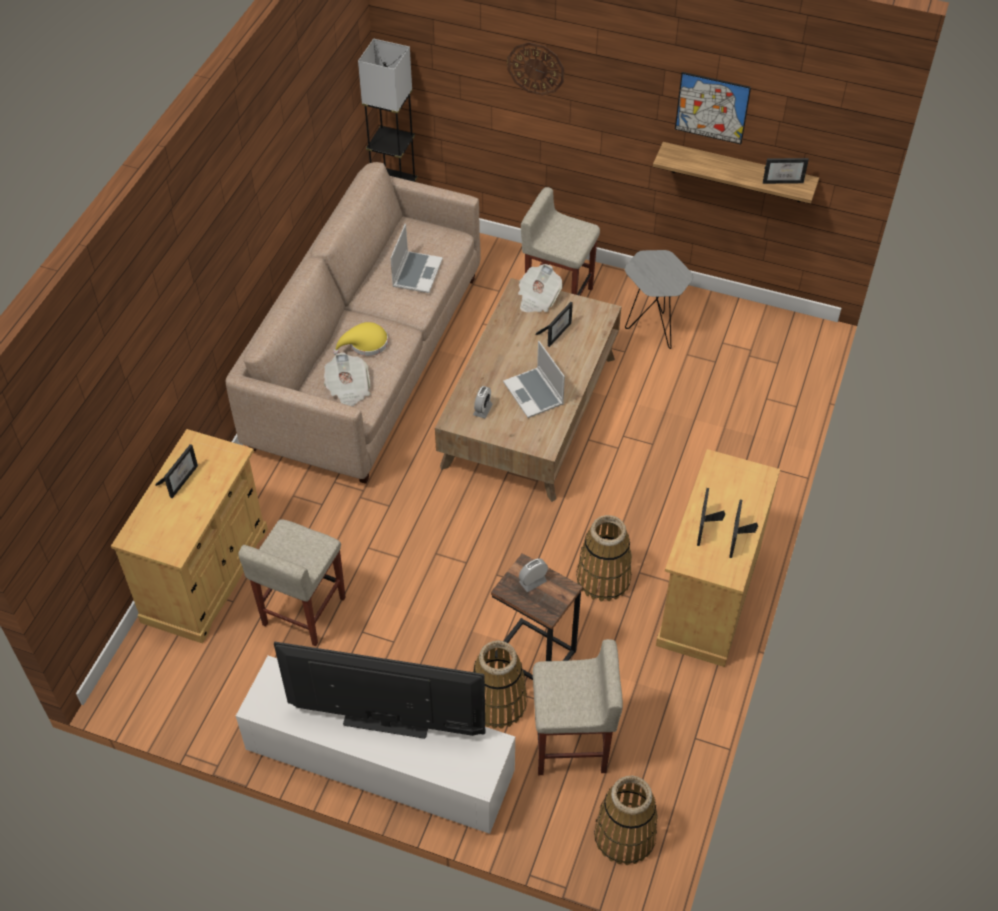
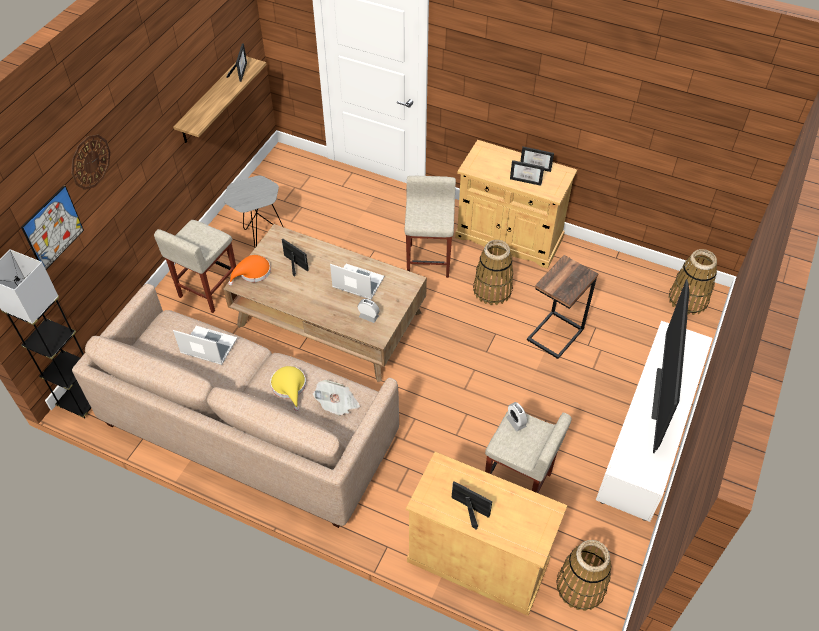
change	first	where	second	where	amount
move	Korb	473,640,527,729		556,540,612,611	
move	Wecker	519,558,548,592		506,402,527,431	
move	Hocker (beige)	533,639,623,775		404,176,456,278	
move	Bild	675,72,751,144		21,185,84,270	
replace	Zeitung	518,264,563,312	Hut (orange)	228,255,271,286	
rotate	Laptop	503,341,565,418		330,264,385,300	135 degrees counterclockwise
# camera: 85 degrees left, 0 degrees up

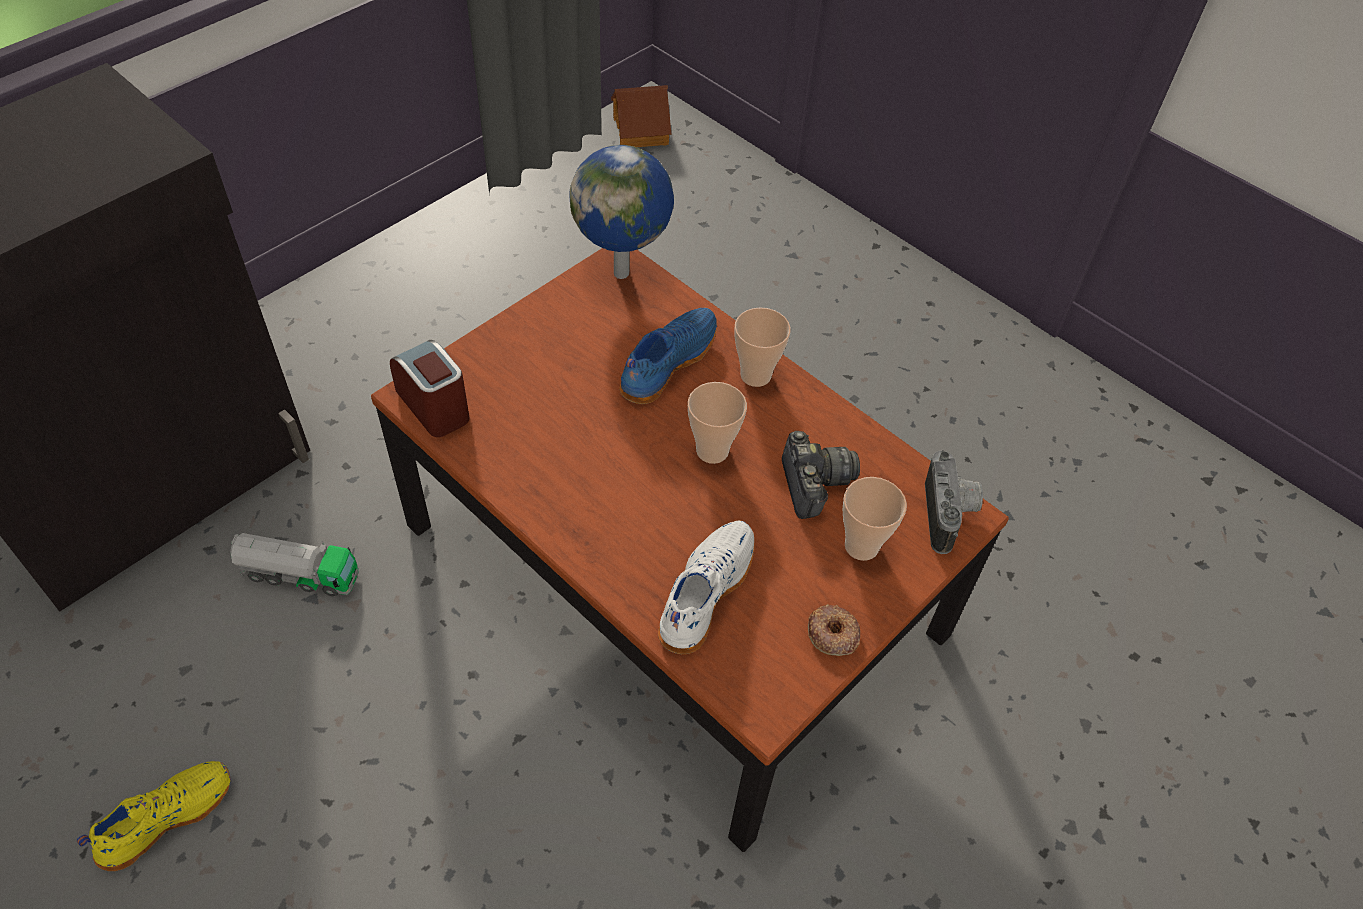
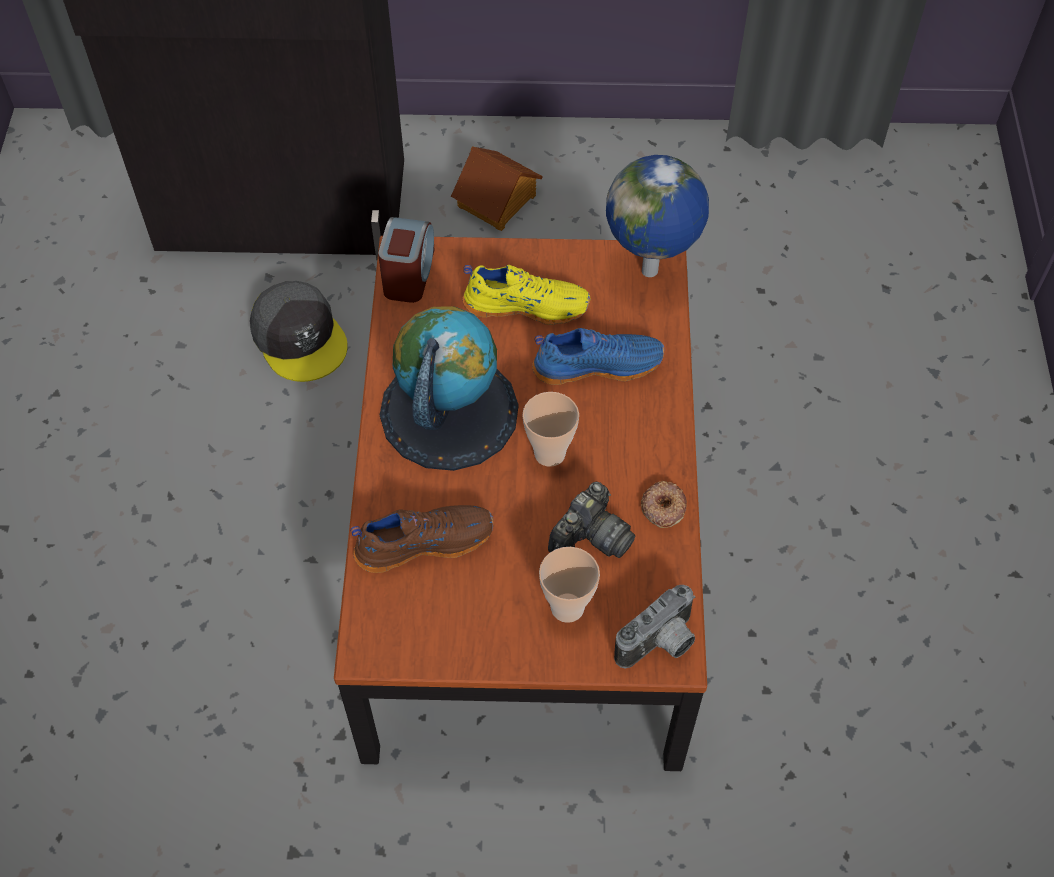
change	first	where	second	where	amount
delete	Tasse	735,307,791,387			
insert			Globus	380,306,518,471	
move	Schuh (gelb)	77,761,231,871		463,265,590,325	
move	Spielzeughaus	611,85,671,147		451,146,543,231	
move	Donut	808,604,860,656		641,481,687,528	
replace	Spielzeuglaster	230,533,359,596	Kappe (grau)	250,281,348,382	
recolor	Schuh (weiß)	658,520,754,654	Schuh (braun)	350,505,493,573	
# camera: 50 degrees right, 5 degrees up

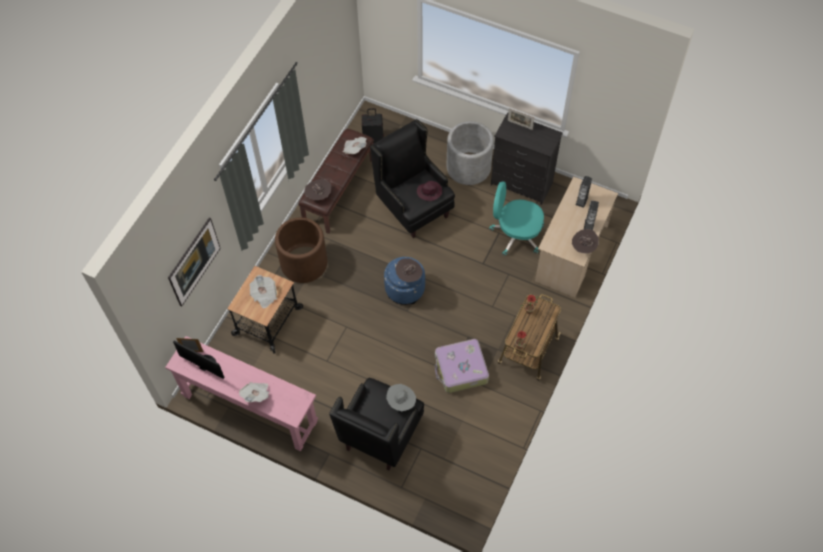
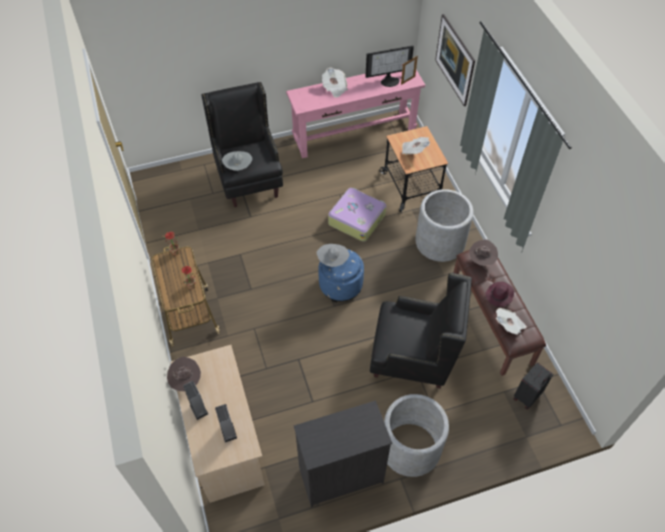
change	first	where	second	where	amount
delete	Bürostuhl (türkis)	489,181,544,256			
delete	Bilderrahmen	508,108,535,130			
move	Hut (lila)	417,181,442,201		485,282,514,307	
move	Koffer	435,339,489,393		328,188,386,242	
recolor	Pflanzkübel (braun)	275,218,327,283	Pflanzkübel (grau)	415,189,473,262	
recolor	Hut (braun)	395,258,423,282	Hut (grau)	317,244,349,267	
# camera: 135 degrees right, 5 degrees down

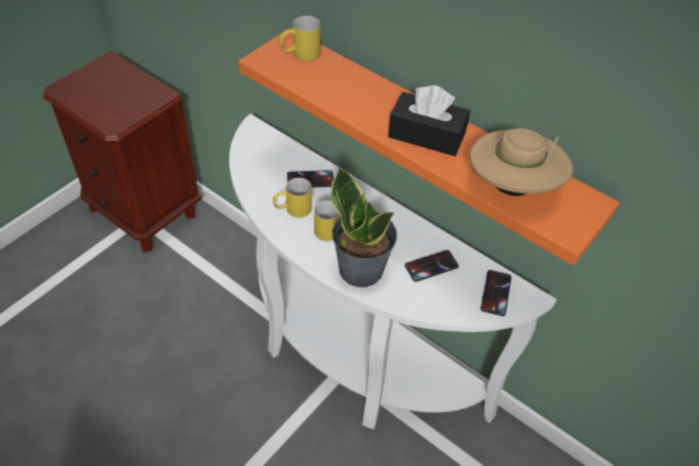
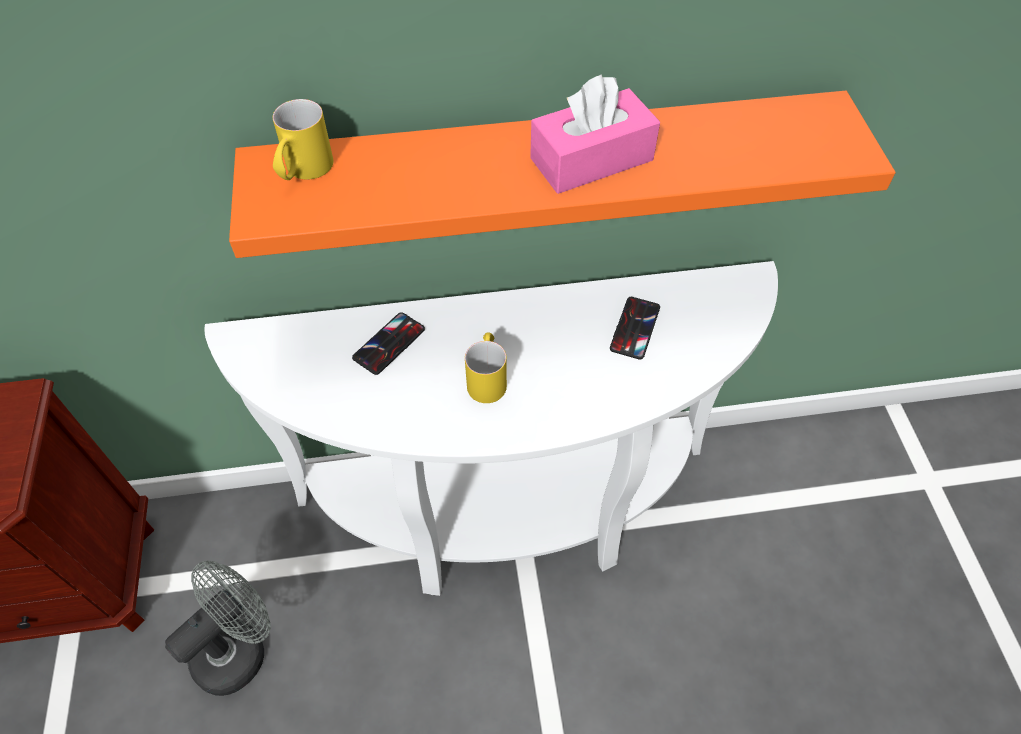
change	first	where	second	where	amount
delete	Henkelbecher (gelb)	273,178,312,218			
delete	Topfpflanze	331,167,397,287			
delete	Hut (beige)	470,128,573,196			
delete	Handy	481,270,512,316			
insert			Ventilator (grau)	165,560,270,696	
recolor	Taschentuchbox (schwarz)	388,85,470,156	Taschentuchbox (rosa)	530,75,660,194	
# camera: 45 degrees left, 5 degrees up

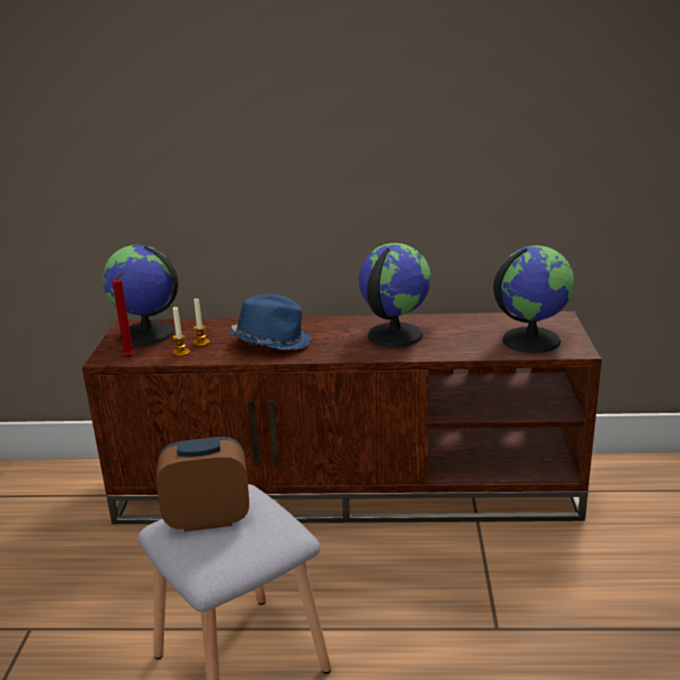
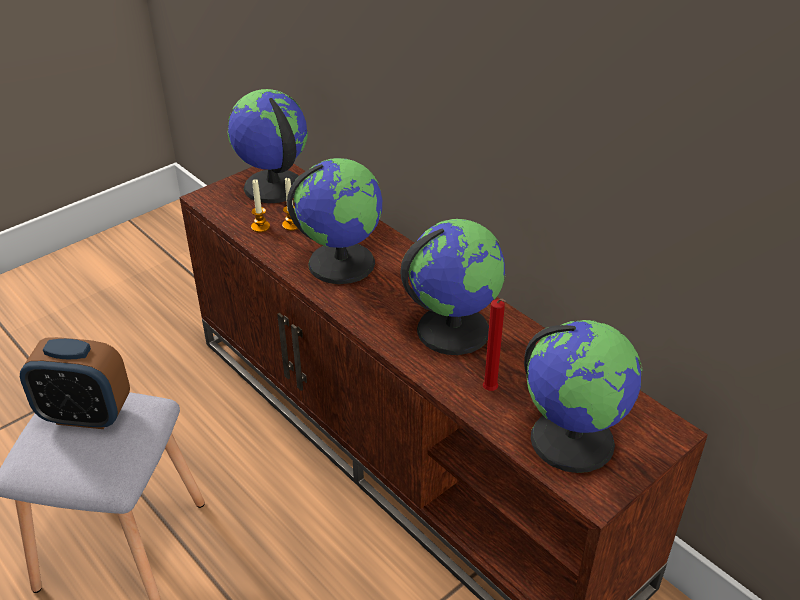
change	first	where	second	where	amount
move	Kerze (rot)	112,272,134,357		483,299,506,391	
replace	Hut (blau)	229,294,312,350	Globus	287,158,382,284	
rotate	Wecker	156,437,249,532		20,337,130,429	150 degrees clockwise
# camera: 45 degrees right, 15 degrees up

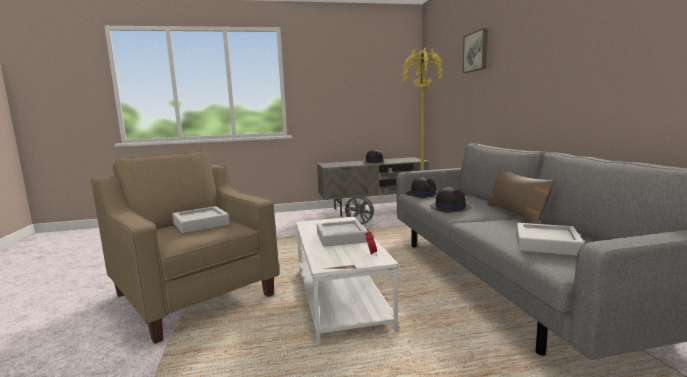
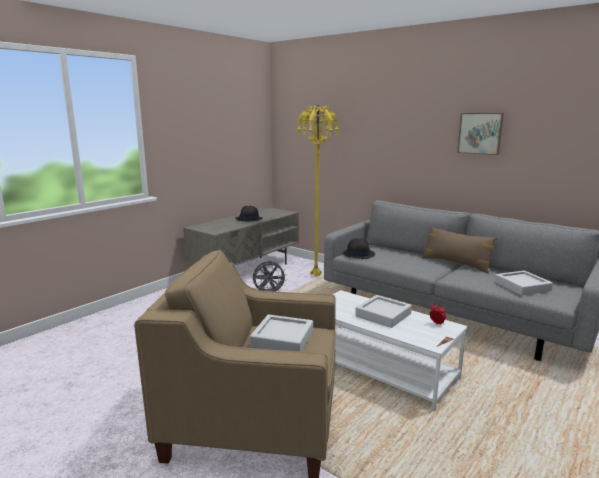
change	first	where	second	where	amount
delete	Hut (schwarz)	430,187,472,213			
move	Bild	463,28,488,73		457,113,504,155	
# camera: 40 degrees left, 5 degrees up

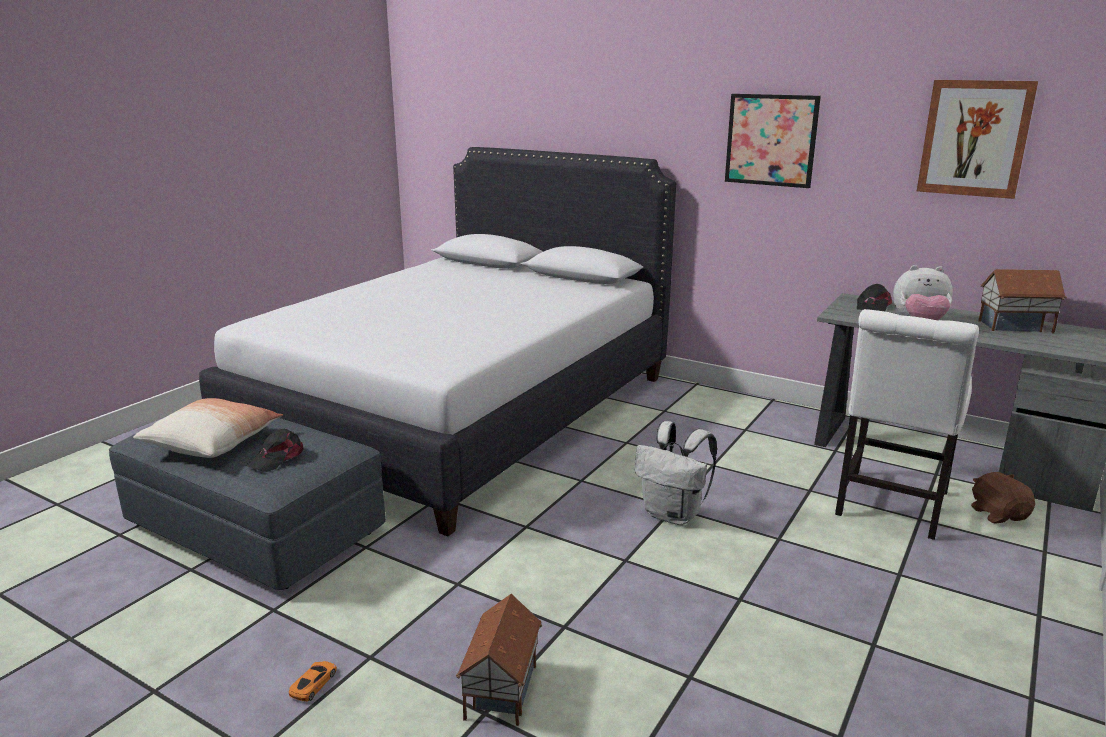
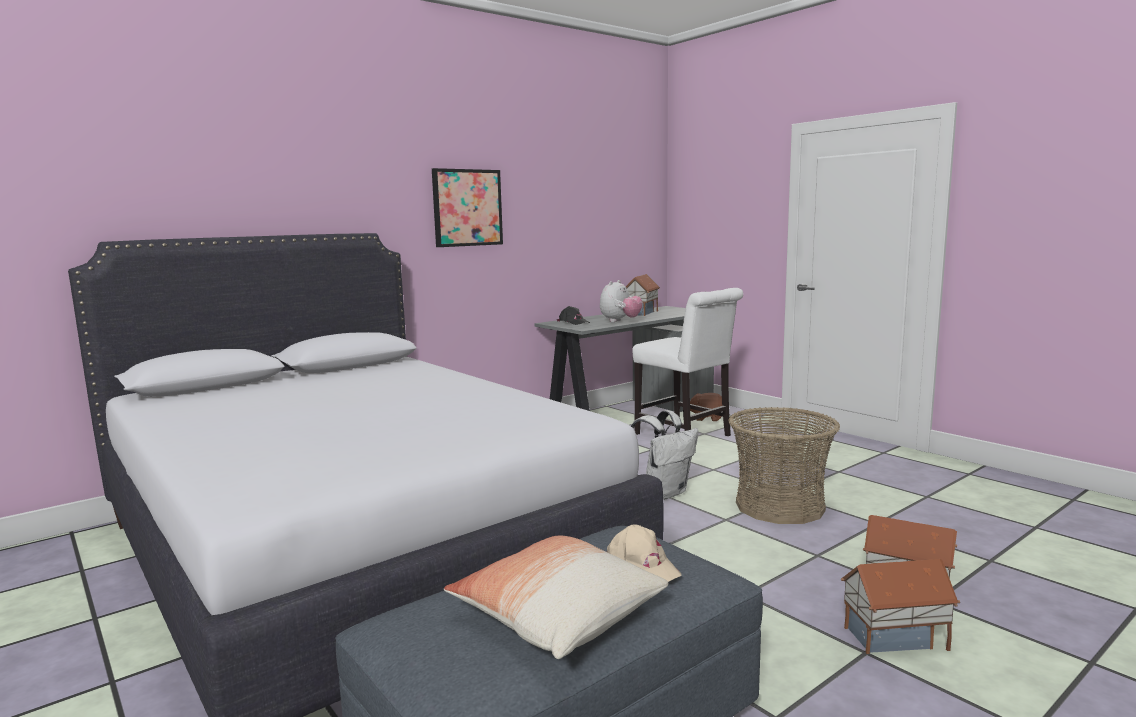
change	first	where	second	where	amount
delete	Spielzeugauto (orange)	289,661,337,702			
delete	Bild	917,80,1038,199			
insert			Korb	728,407,840,524	
insert			Spielzeughaus	841,559,960,654	
recolor	Kappe (schwarz)	246,429,304,472	Kappe (beige)	607,524,682,582	
# camera: 70 degrees left, 10 degrees down

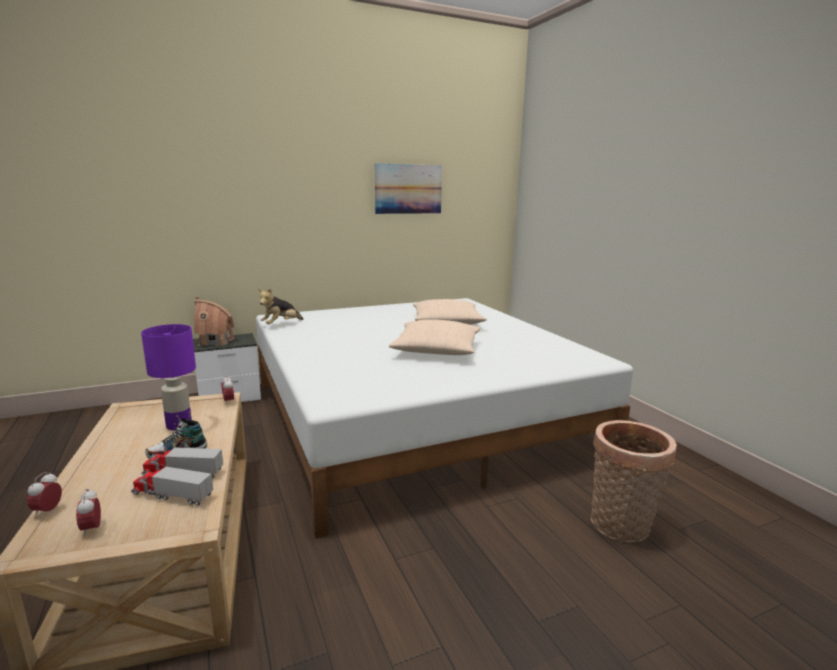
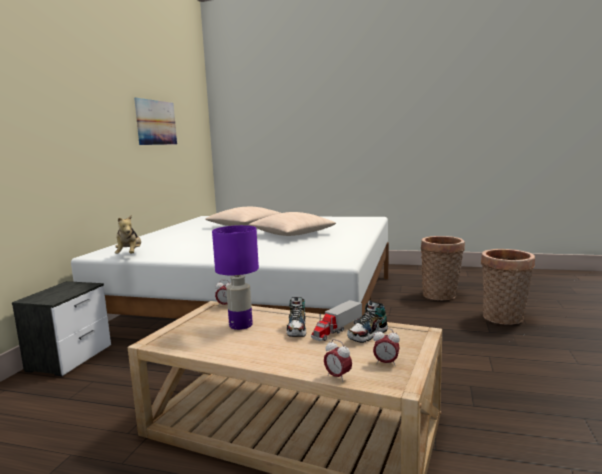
change	first	where	second	where	amount
delete	Spielzeughaus	194,296,234,346			
insert			Korb	481,249,535,325	
replace	Spielzeuglaster	131,465,213,506	Schuh	347,301,388,343	
# camera: 50 degrees left, 5 degrees down

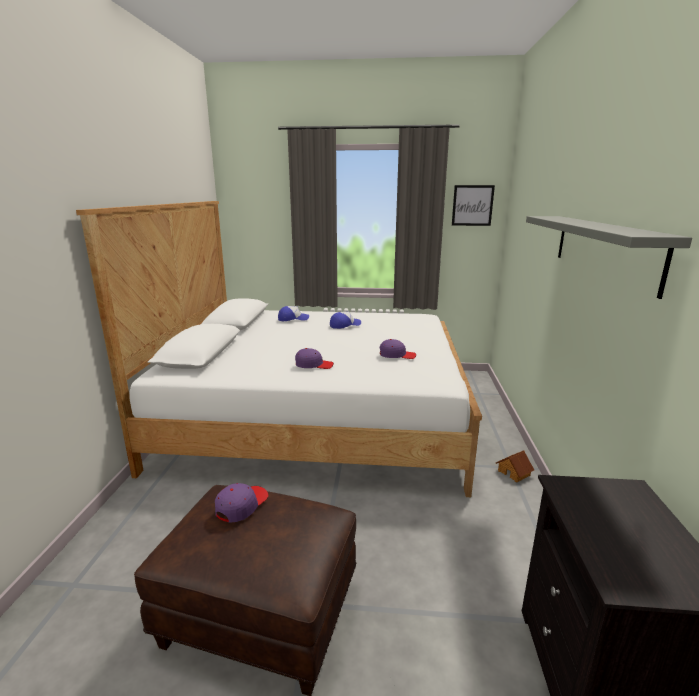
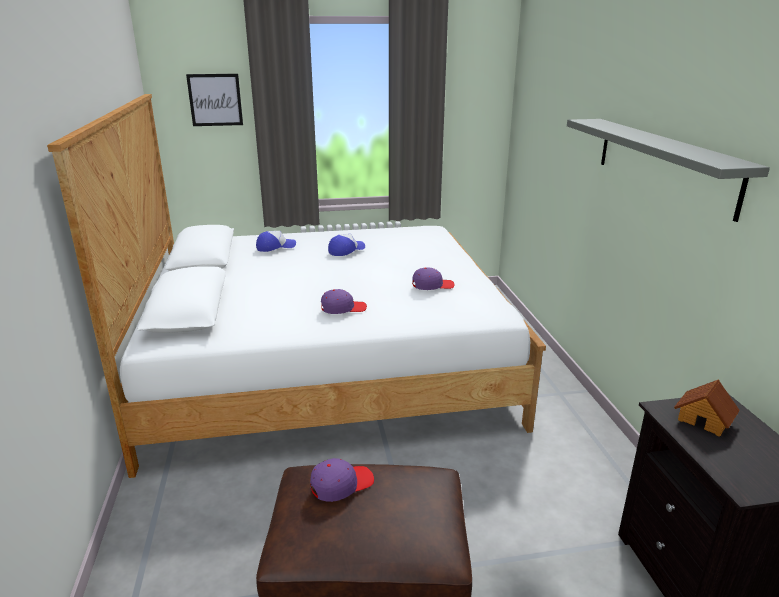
change	first	where	second	where	amount
move	Bild	452,185,495,226		186,74,243,126	
move	Spielzeughaus	496,450,534,483		674,379,740,437	
rotate	Kappe (lila)	215,483,268,523		310,458,374,502	45 degrees clockwise
# camera: 15 degrees left, 5 degrees up

